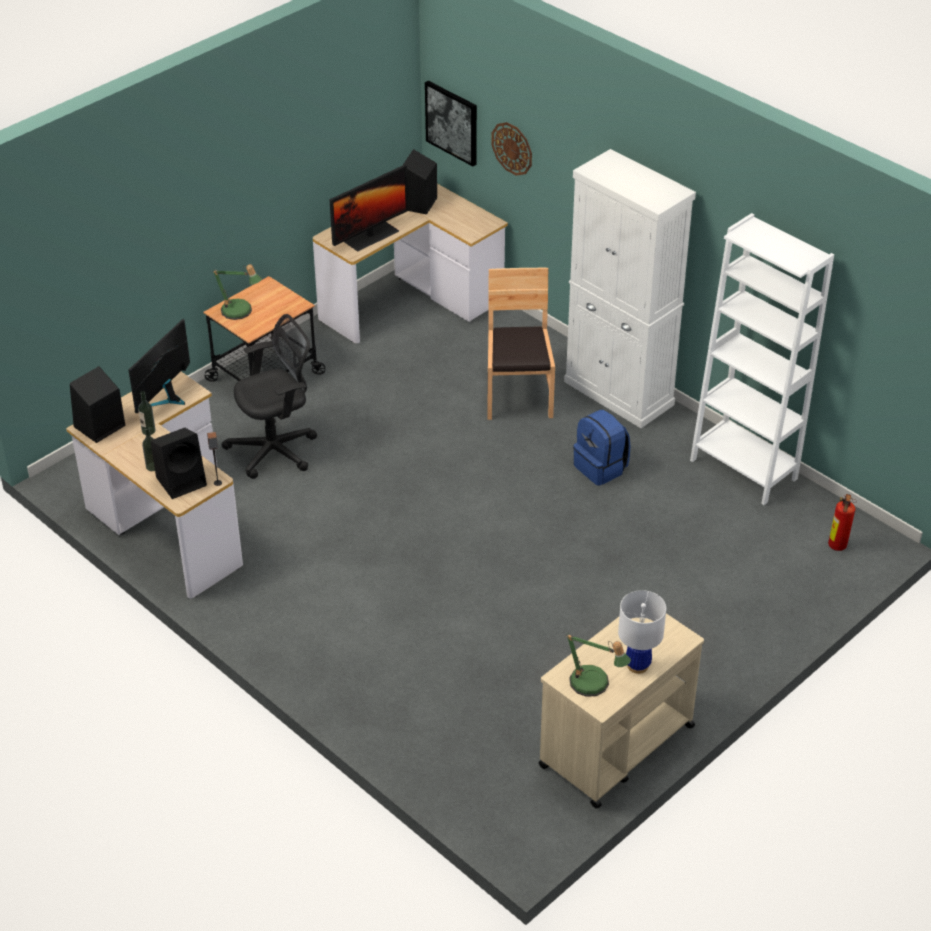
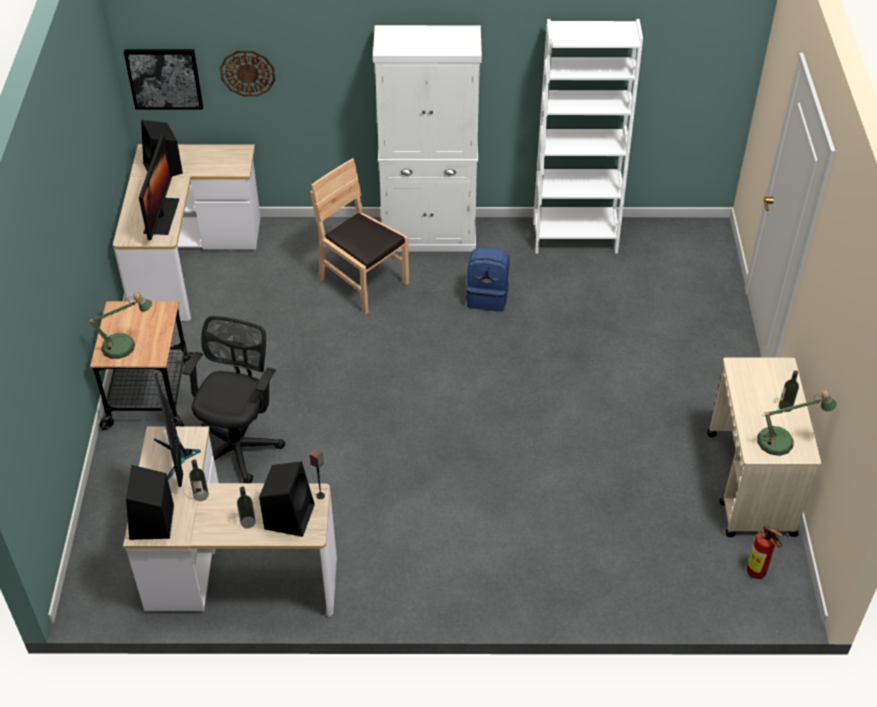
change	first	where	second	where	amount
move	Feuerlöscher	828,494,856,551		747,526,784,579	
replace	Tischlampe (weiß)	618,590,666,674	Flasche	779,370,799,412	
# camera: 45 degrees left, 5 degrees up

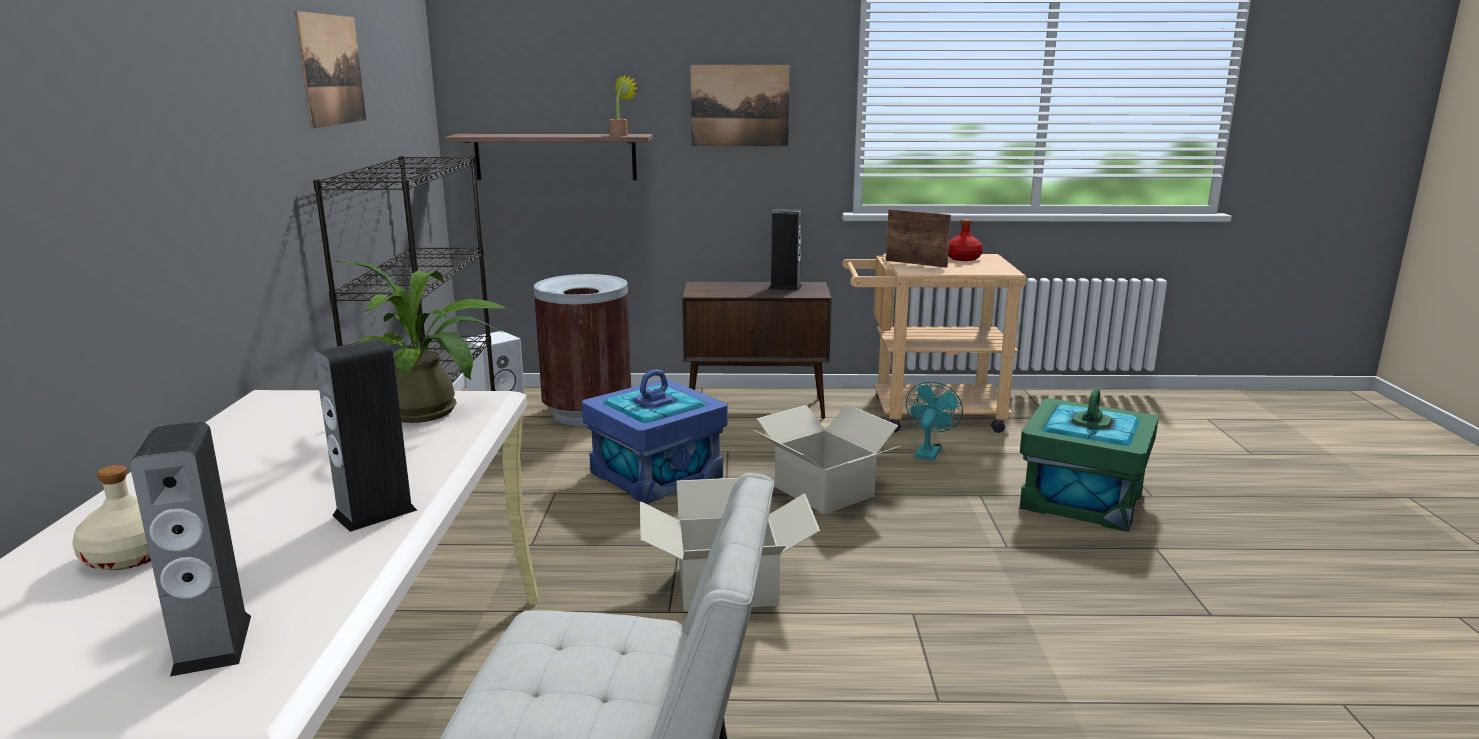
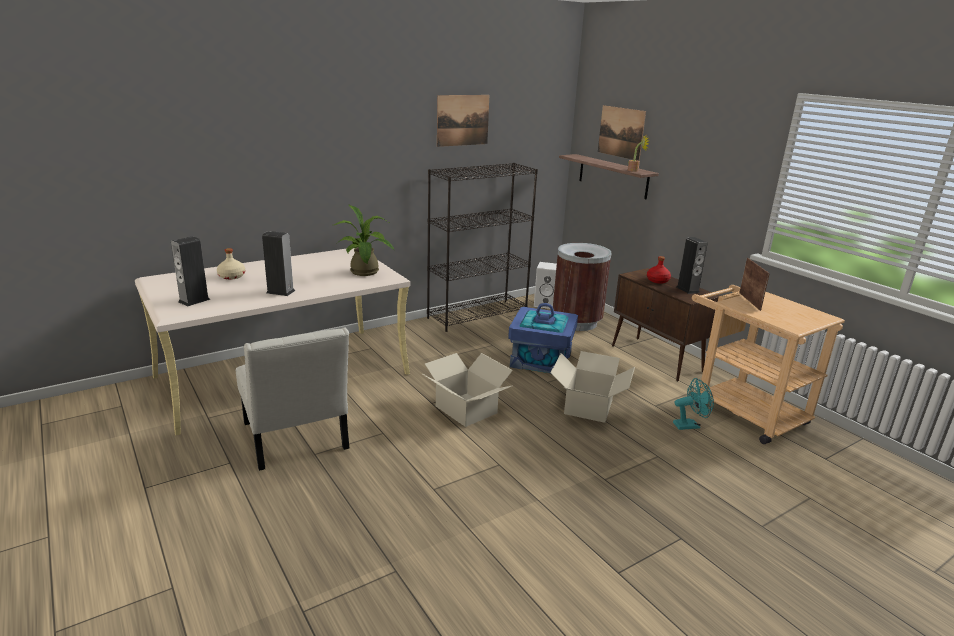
change	first	where	second	where	amount
delete	Aufbewahrungsbox (grün)	1020,388,1159,532			
move	Bild	690,65,790,146		598,105,646,161	
move	Flasche (rot)	948,219,983,261		647,256,671,284	
# camera: 55 degrees right, 5 degrees up

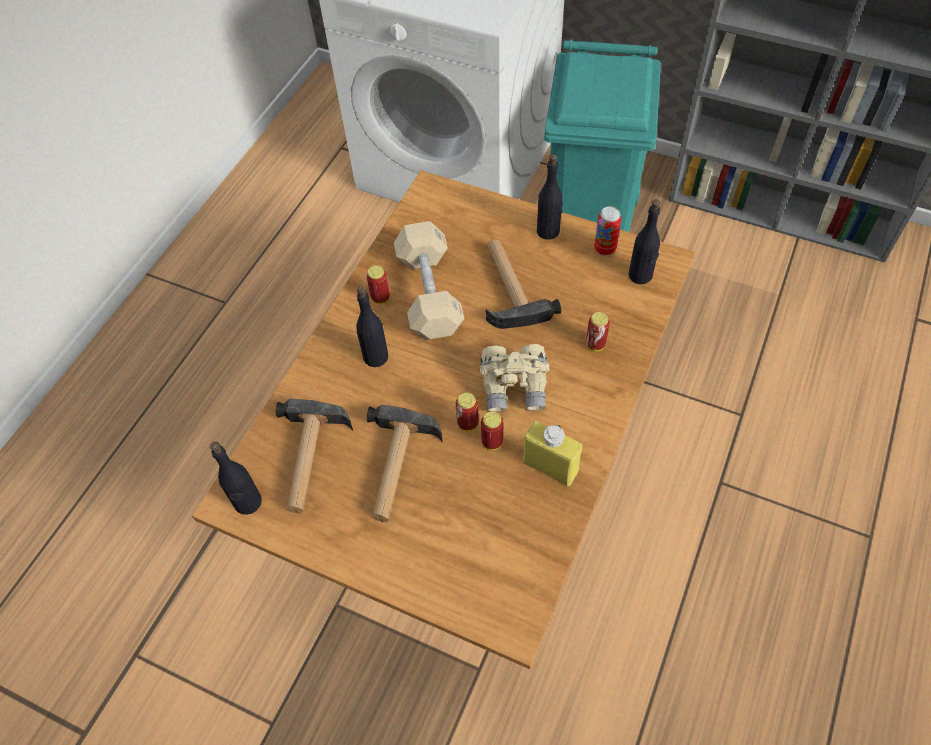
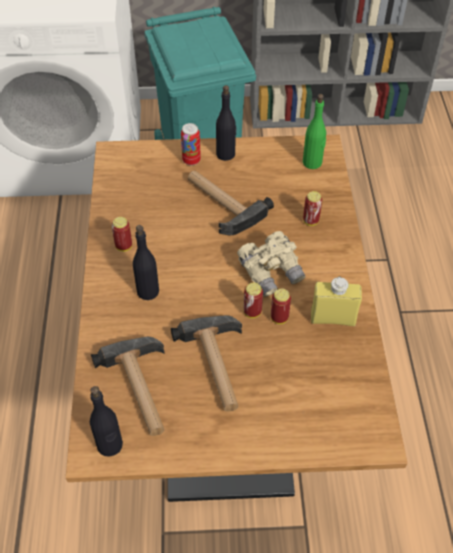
change	first	where	second	where	amount
delete	Hantel (beige)	394,221,464,340			
move	Dose	594,206,621,255		181,123,201,165	
recolor	Flasche (schwarz)	629,199,660,284	Flasche (grün)	303,94,326,169	
# camera: 30 degrees left, 5 degrees down

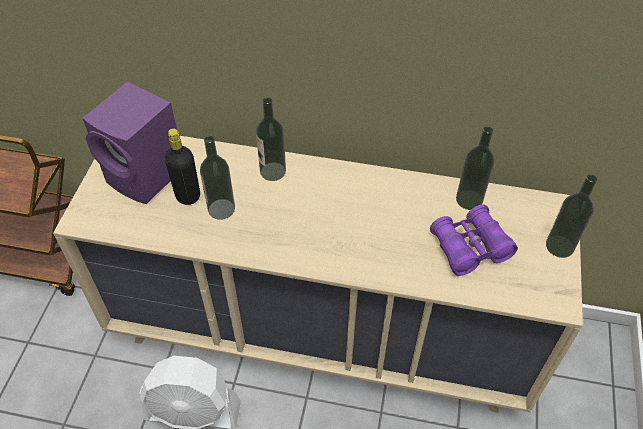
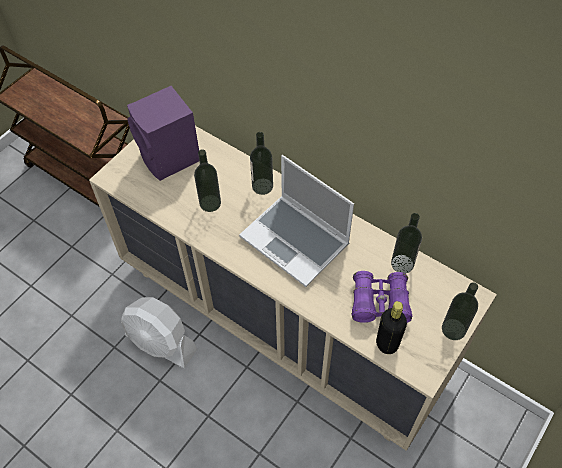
change	first	where	second	where	amount
insert			Laptop	239,155,354,287	
move	Flasche (schwarz)	165,128,200,205		376,301,407,354	
# camera: 25 degrees right, 5 degrees up

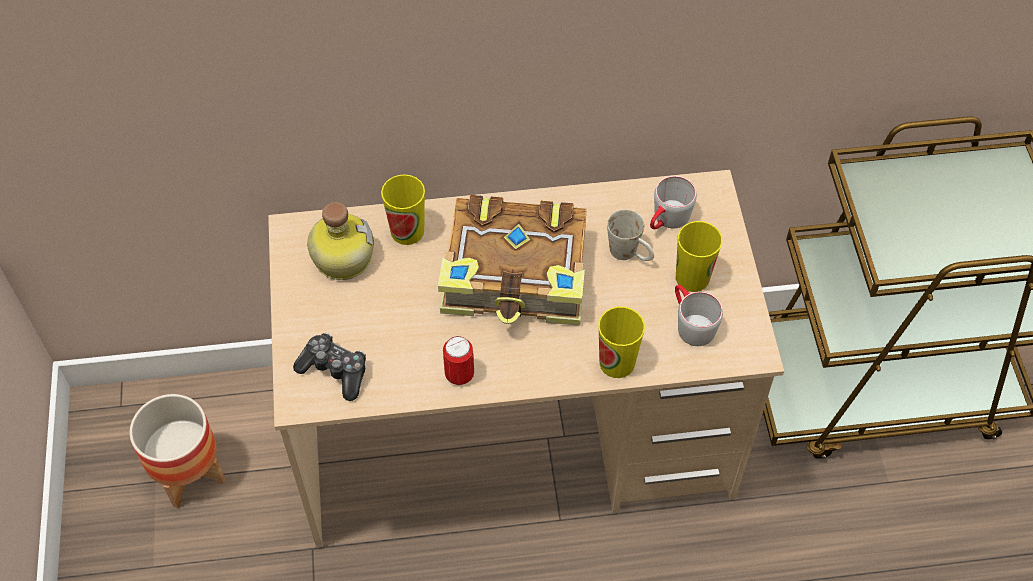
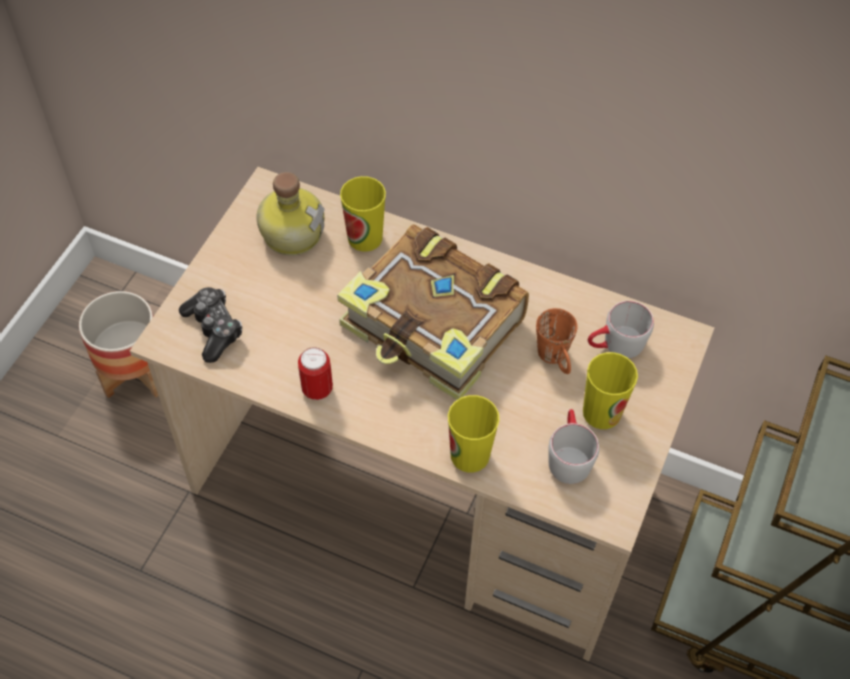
change	first	where	second	where	amount
recolor	Henkelbecher (weiß)	607,209,654,261	Henkelbecher (orange)	536,308,578,374	
# camera: 30 degrees right, 0 degrees up

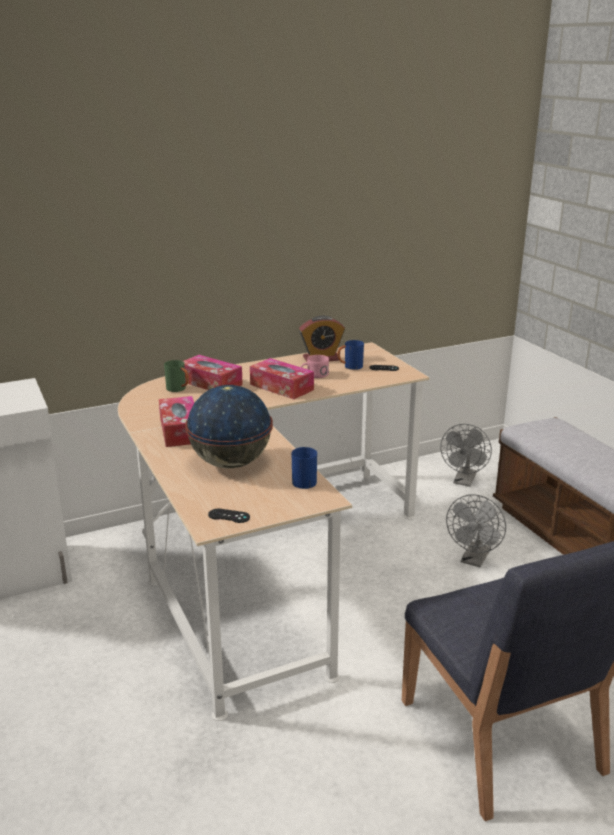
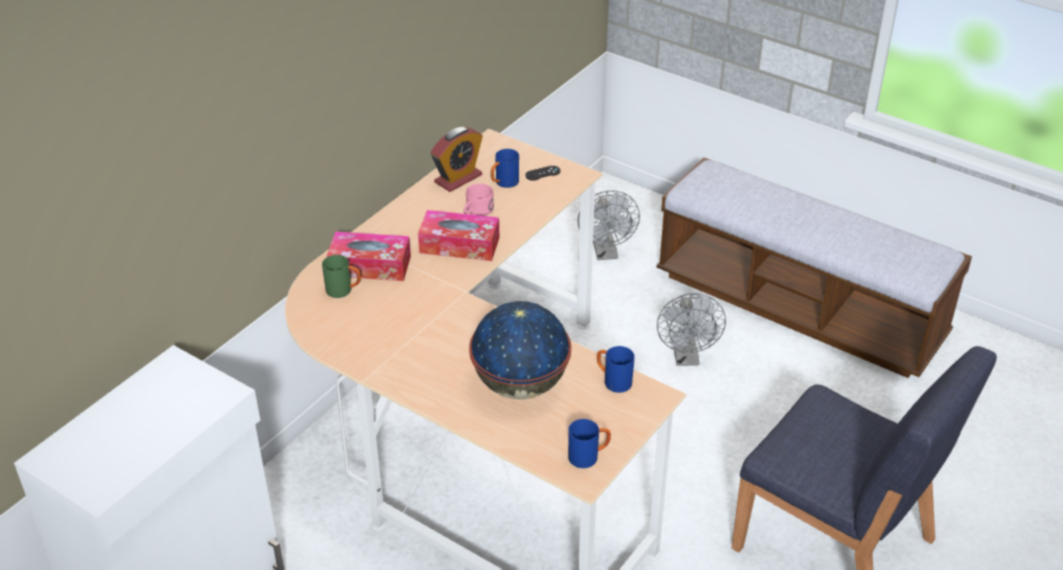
change	first	where	second	where	amount
delete	Taschentuchbox	159,396,194,447			
replace	Gamepad (schwarz)	208,509,250,523	Henkelbecher (blau)	568,419,611,468	
# camera: 30 degrees left, 15 degrees up

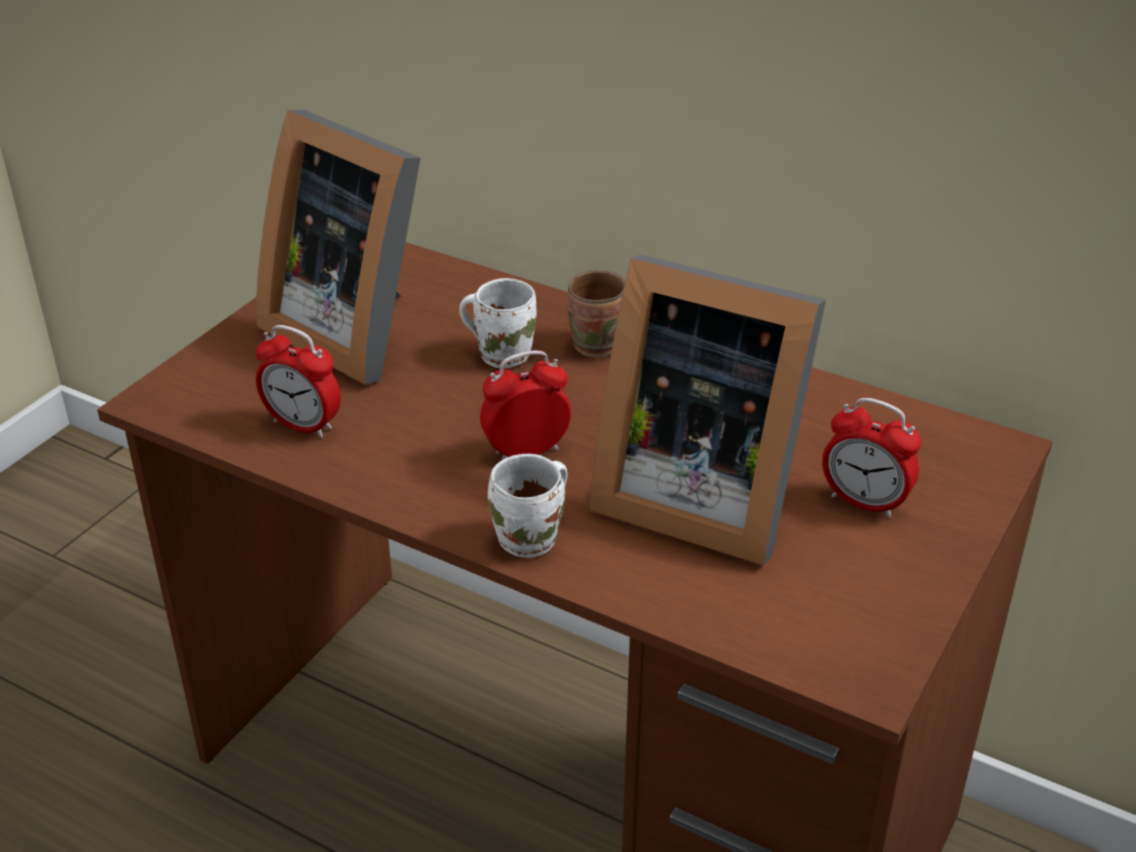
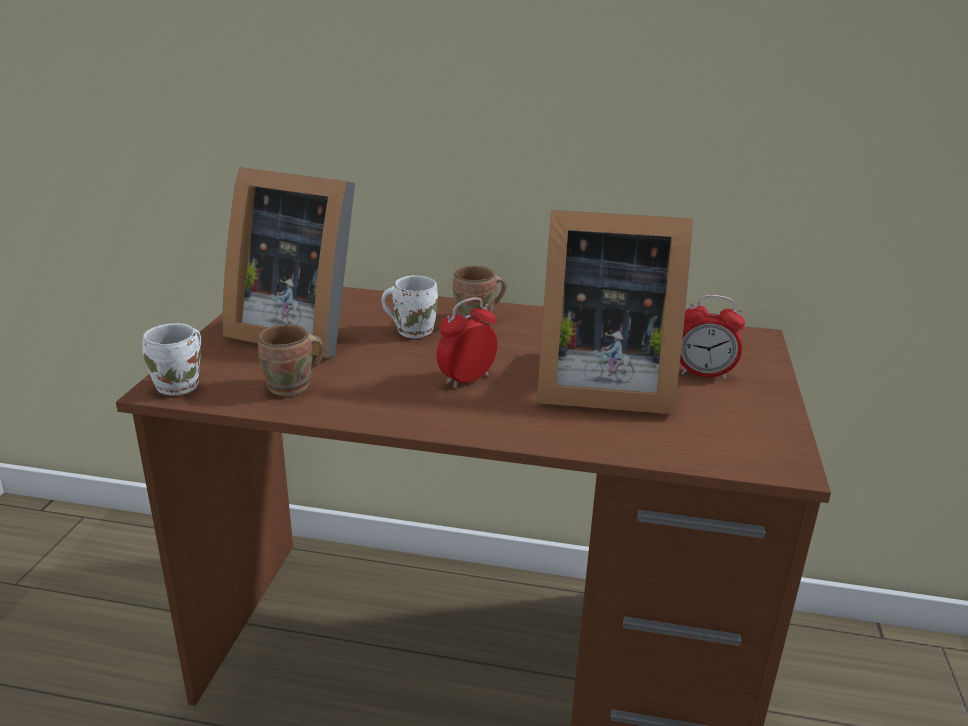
change	first	where	second	where	amount
move	Henkelbecher (weiß)	488,454,568,558		142,323,201,395	
replace	Wecker	256,325,341,438	Henkelbecher (braun)	258,324,325,396	
# camera: 20 degrees left, 10 degrees down

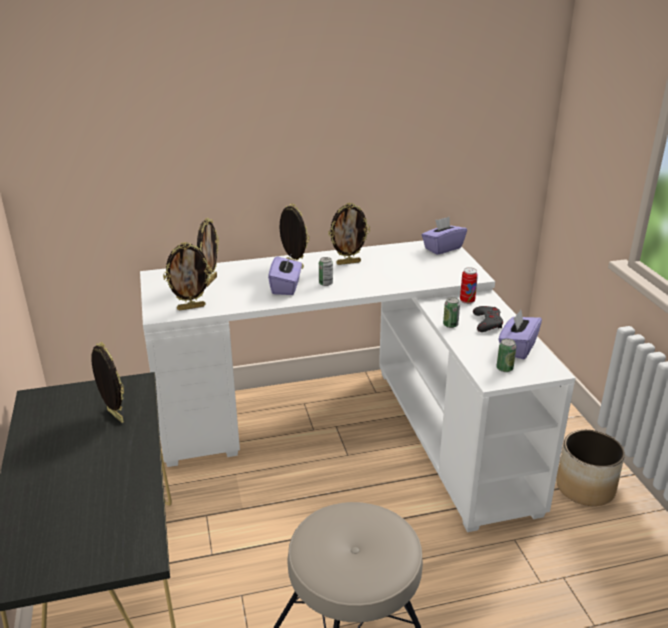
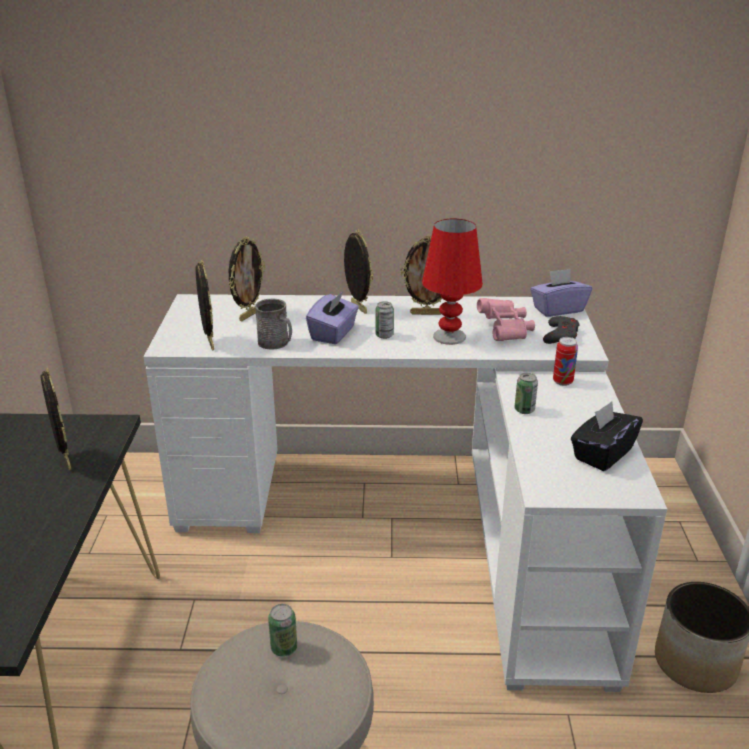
change	first	where	second	where	amount
insert			Henkelbecher (grau)	255,298,292,350	
insert			Tischlampe (rot)	422,219,483,345	
insert			Fernglas (rosa)	477,298,535,341	
move	Gamepad (grau)	473,306,503,332		543,316,579,344	
move	Dose	497,338,516,372		268,604,297,657	
recolor	Taschentuchbox (lila)	498,310,542,359	Taschentuchbox (schwarz)	571,401,643,471	
rotate	Bilderrahmen	163,242,212,311		196,259,214,350	105 degrees counterclockwise
# camera: 15 degrees right, 0 degrees up

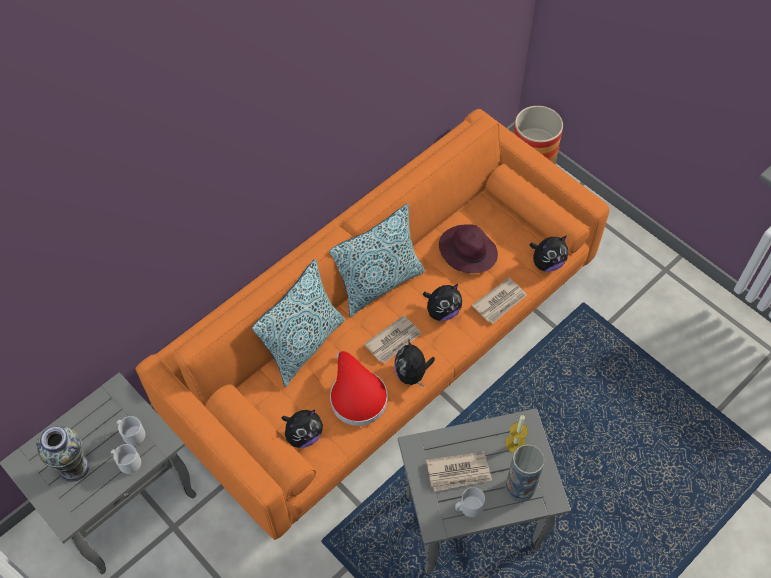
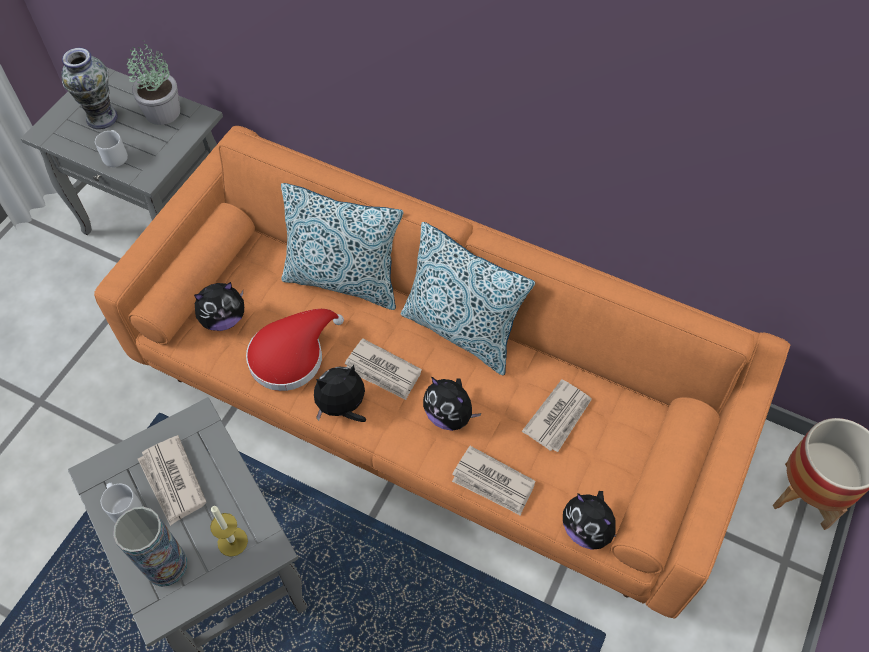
change	first	where	second	where	amount
delete	Henkelbecher (grau)	116,416,145,446			
insert			Topfpflanze	127,40,180,125	
replace	Hut (lila)	439,224,498,273	Zeitung	522,379,592,452	
rotate	Plüschtier	281,410,323,448		194,282,244,331	60 degrees counterclockwise
# camera: 70 degrees right, 0 degrees up

